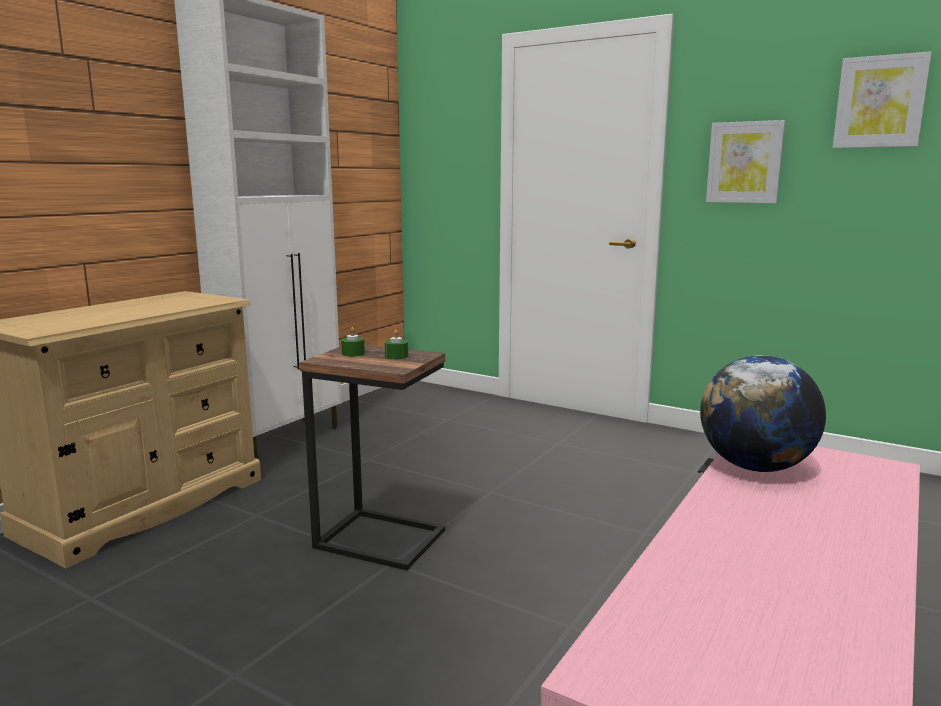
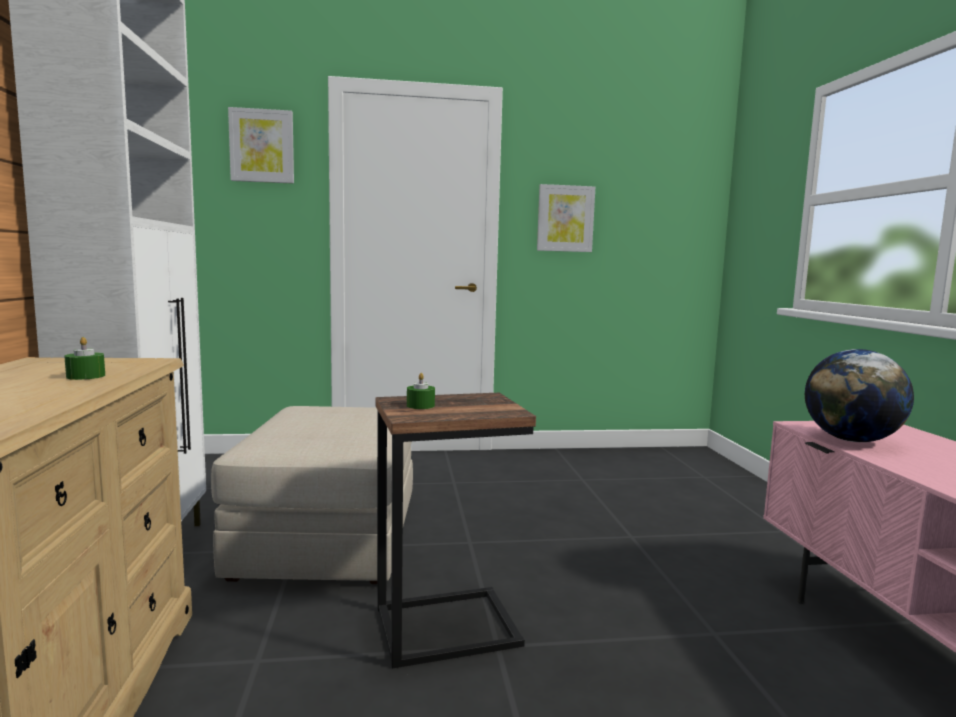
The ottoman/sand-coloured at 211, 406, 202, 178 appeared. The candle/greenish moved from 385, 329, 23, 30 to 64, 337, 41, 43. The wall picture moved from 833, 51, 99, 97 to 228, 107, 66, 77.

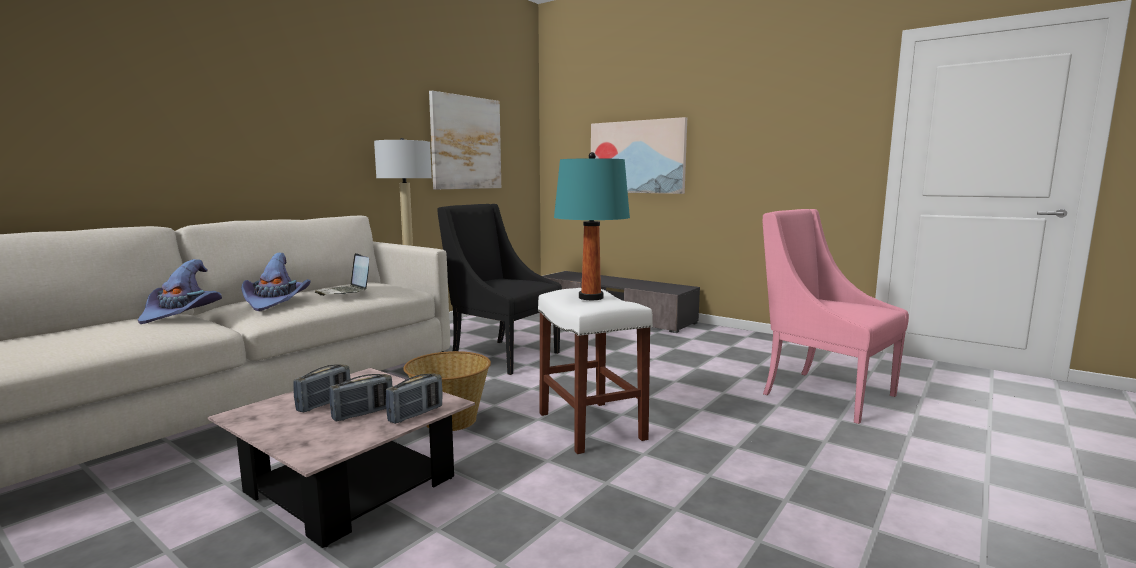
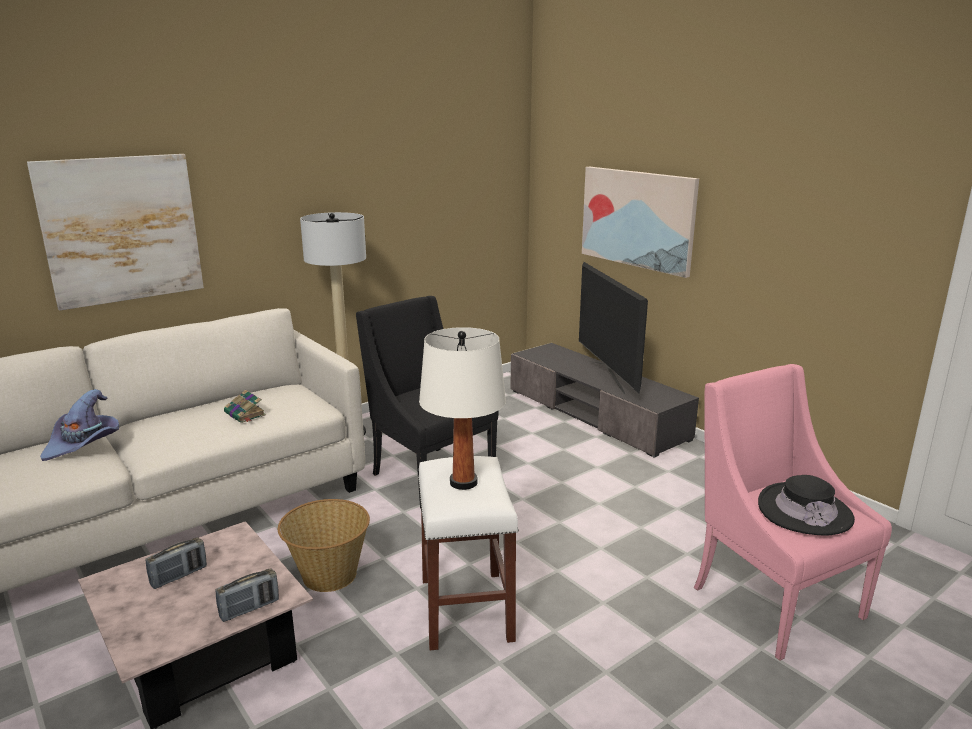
The clothing hat/purple at 241, 253, 70, 58 disappeared. The radio set at 329, 374, 64, 48 disappeared. The television at 579, 262, 69, 132 appeared. The clothing hat/black at 758, 475, 97, 60 appeared. The wall picture moved from 429, 91, 72, 98 to 27, 154, 177, 157. The portable computer at 315, 253, 54, 43 was replaced by the volume at 224, 390, 42, 33. The tabletop lamp/turquoise at 554, 152, 76, 148 became the tabletop lamp/white-coloured at 419, 327, 87, 163.

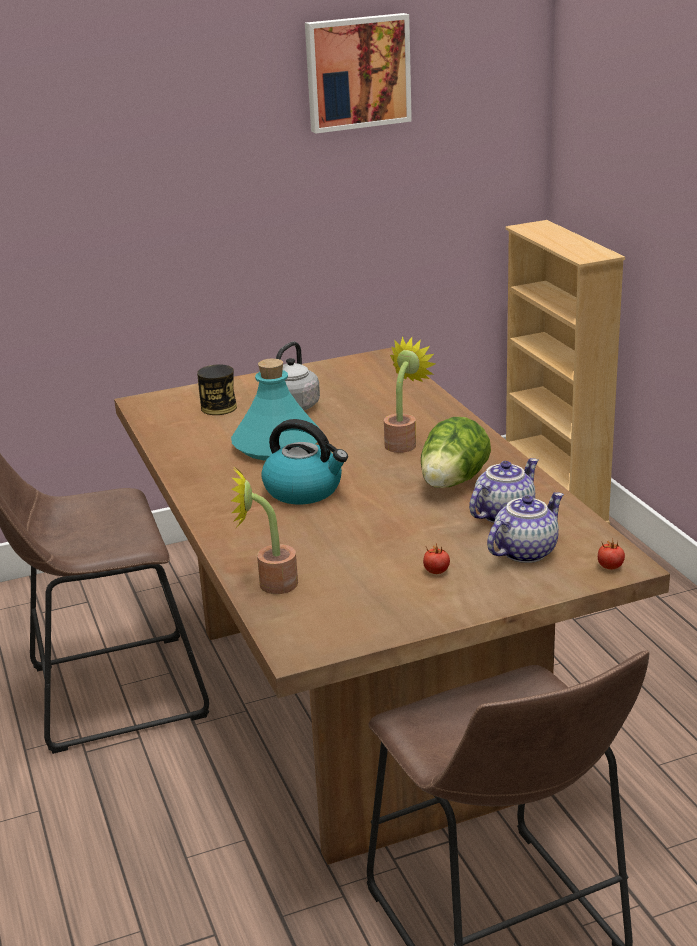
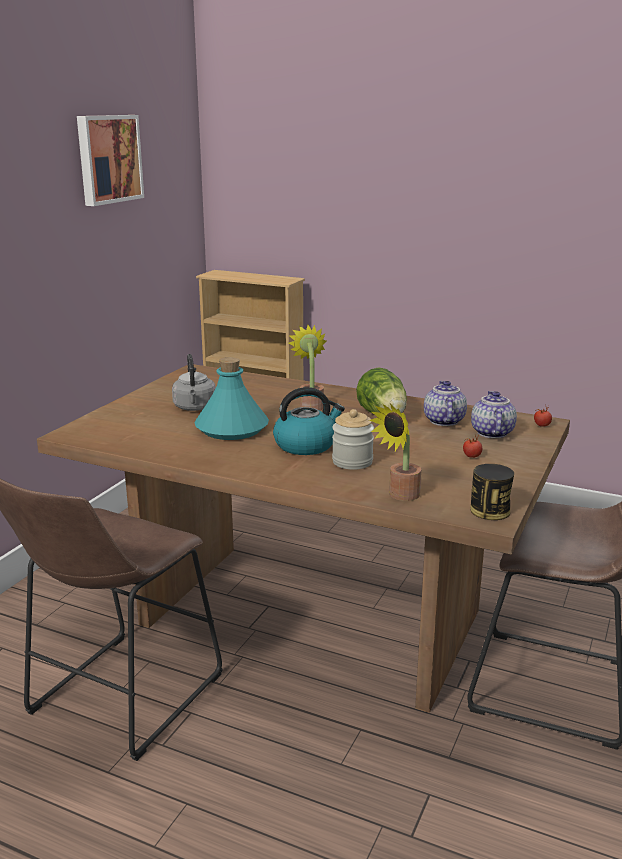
The storage jar at 332, 409, 42, 61 appeared. The can moved from 197, 364, 40, 51 to 471, 464, 43, 56.

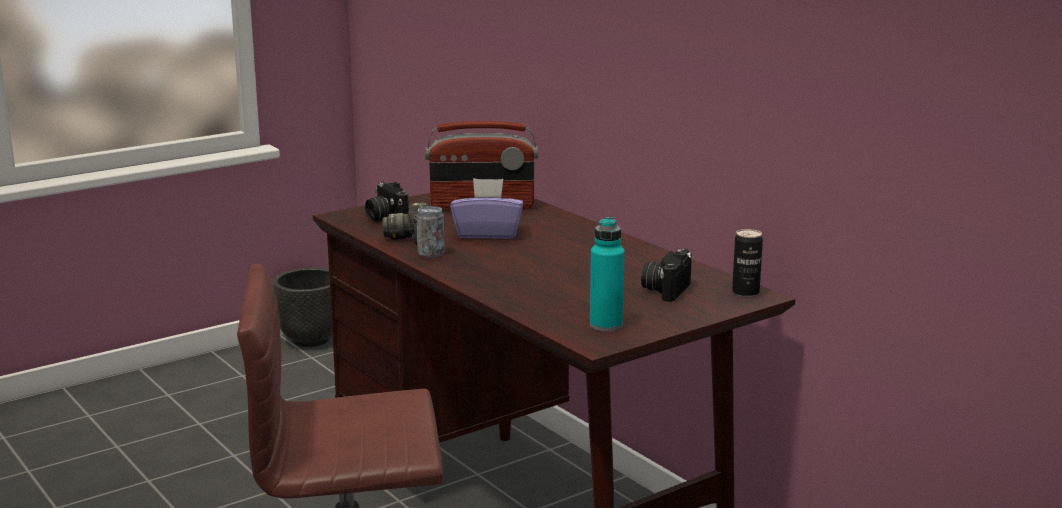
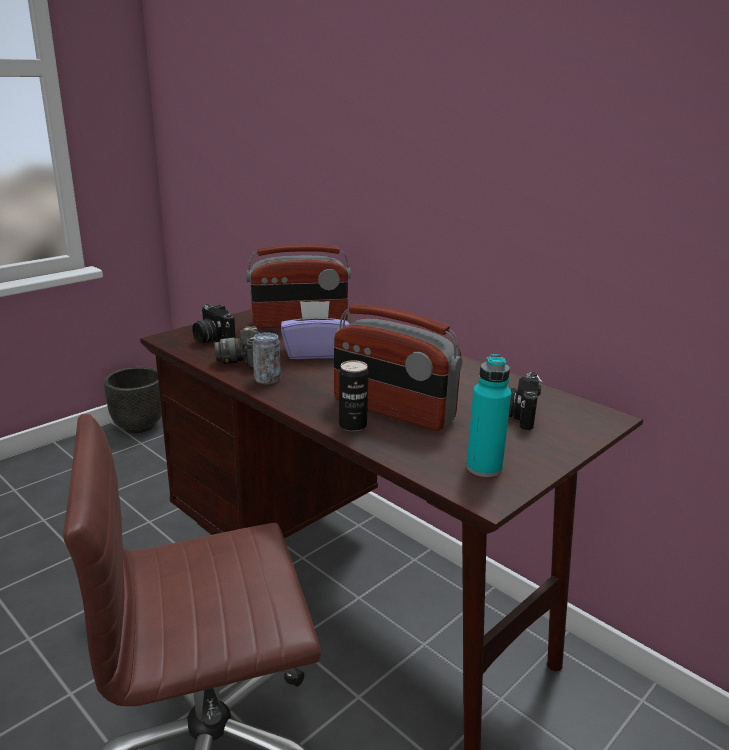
The radio set at 334, 304, 129, 127 appeared. The can moved from 732, 229, 31, 68 to 339, 360, 30, 71.

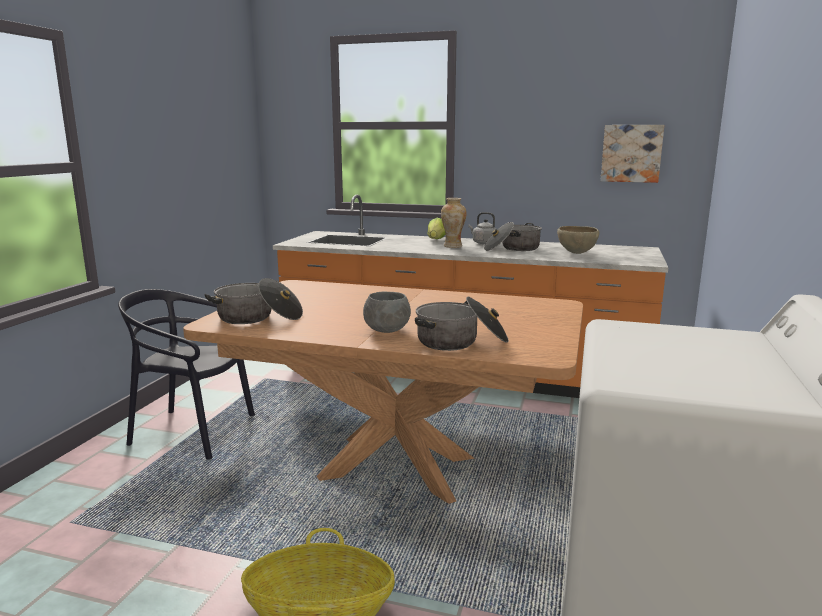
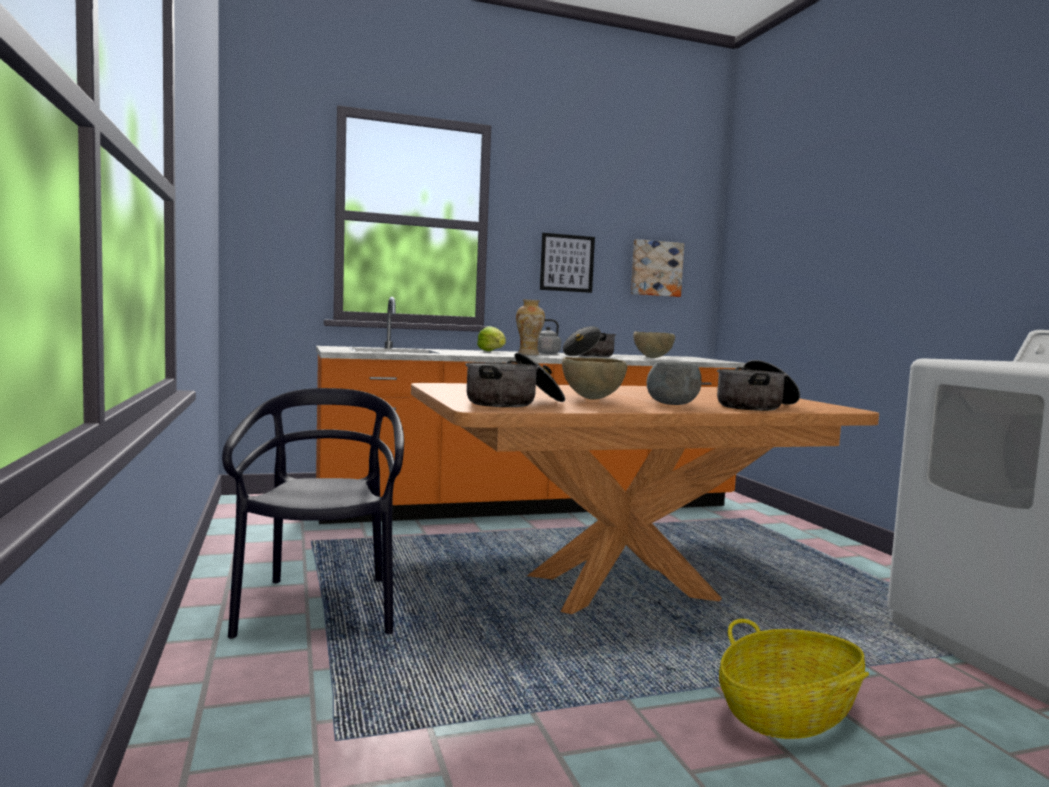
The wall picture at 540, 233, 55, 60 appeared. The bowl/brown at 562, 357, 65, 43 appeared. The upright chair/black at 118, 289, 137, 170 turned 105 degrees clockwise.

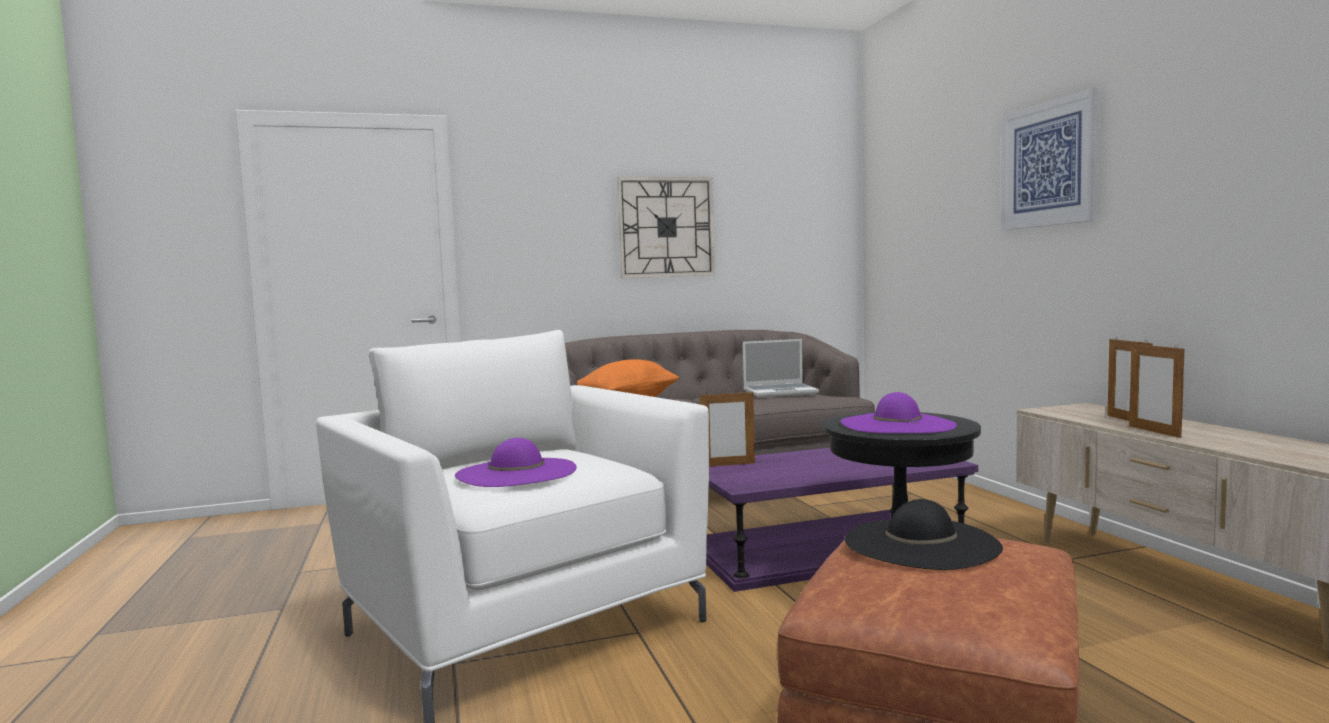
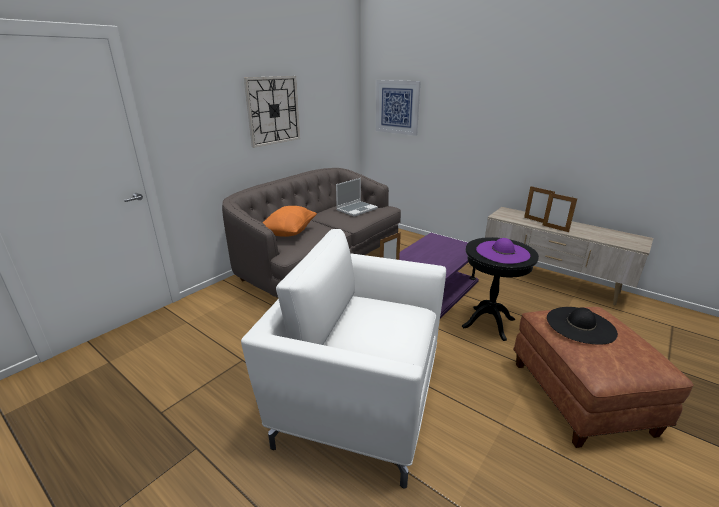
The clothing hat/purple at 455, 438, 122, 49 disappeared. The wall picture moved from 1001, 87, 100, 143 to 376, 80, 45, 56.

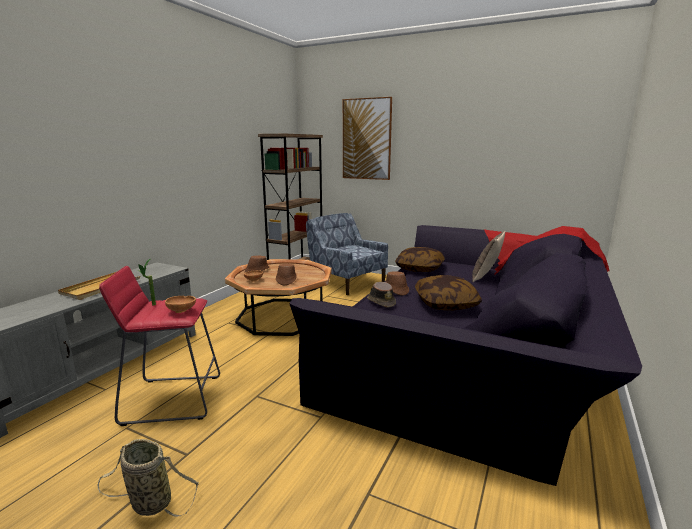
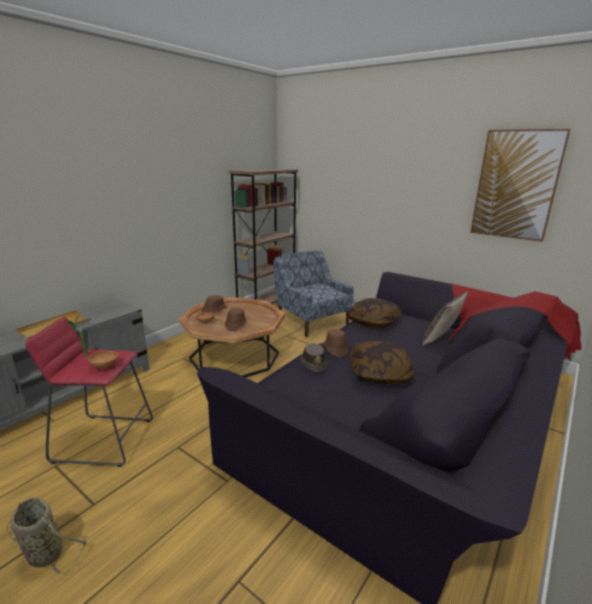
The wall picture moved from 343, 97, 49, 83 to 470, 129, 101, 113.

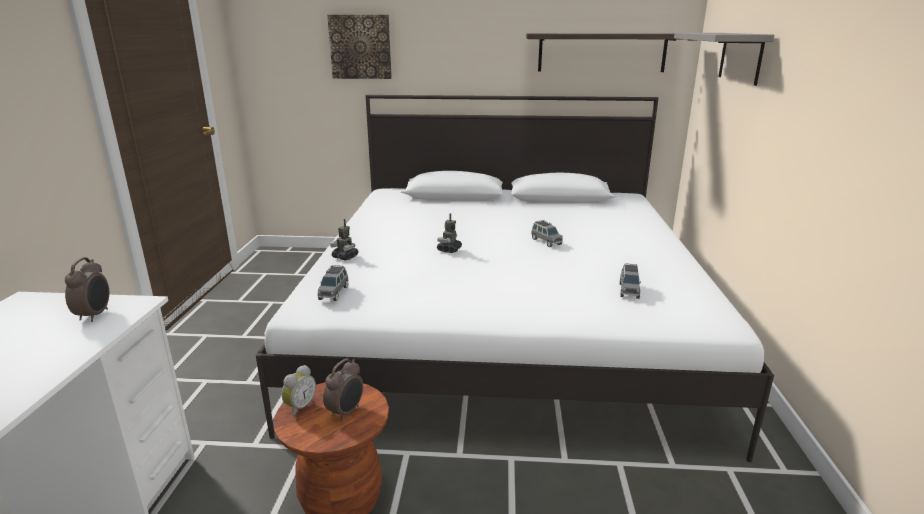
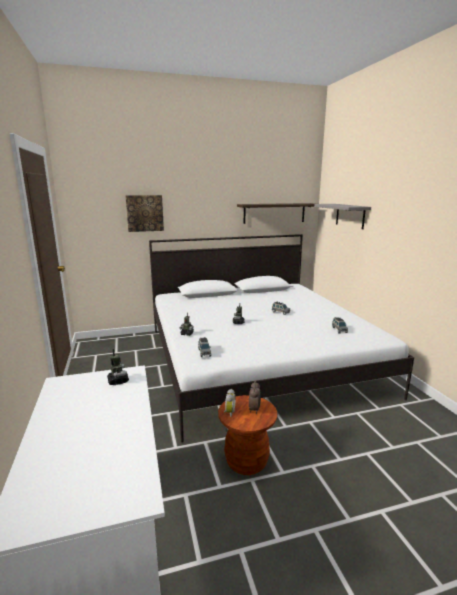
The table clock at 65, 257, 44, 65 was replaced by the model robot at 107, 349, 22, 36.

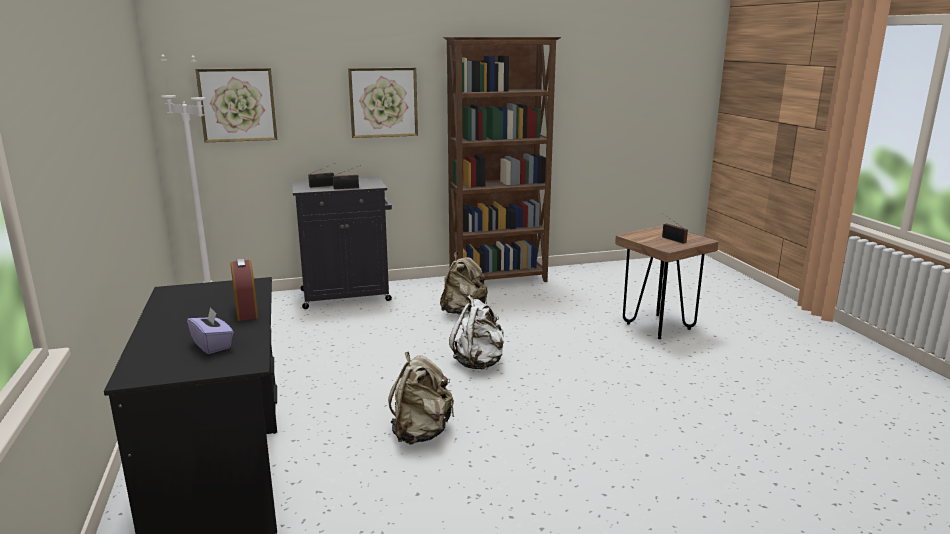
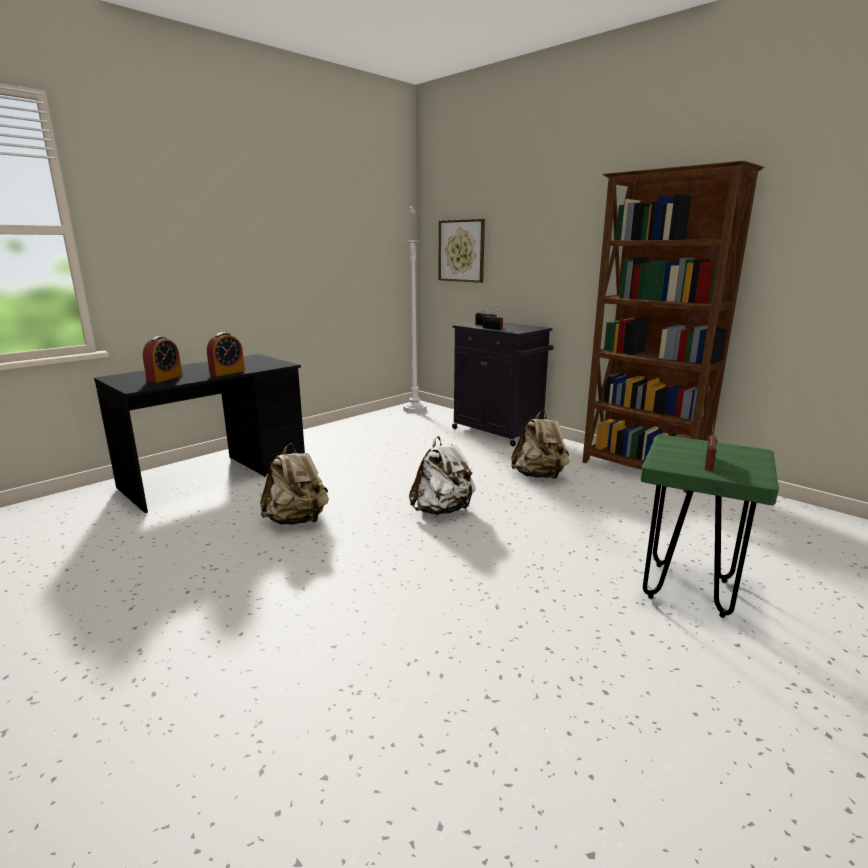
The wall picture at 348, 67, 70, 71 disappeared. The box of tissues/purple at 187, 307, 47, 47 was replaced by the table clock at 143, 336, 39, 47. The stool seat/brown at 615, 225, 104, 114 became the stool seat/greenish at 640, 434, 139, 184.

